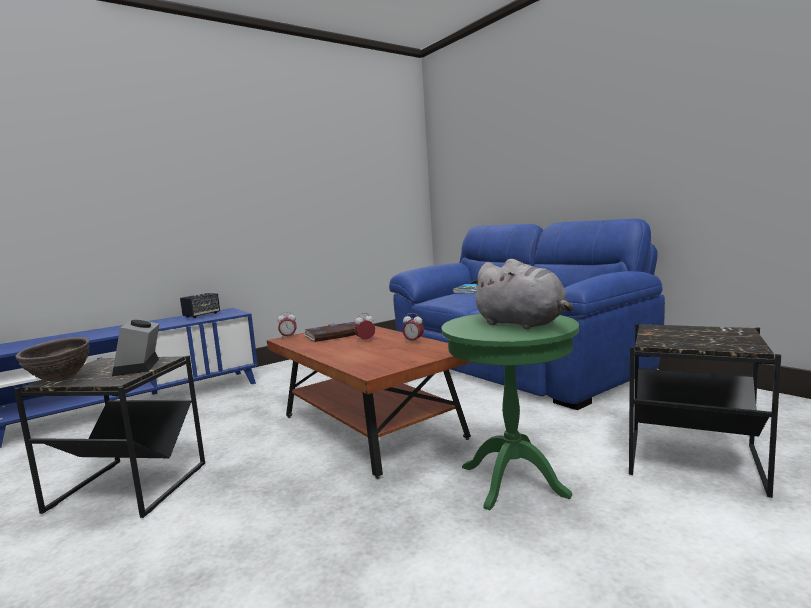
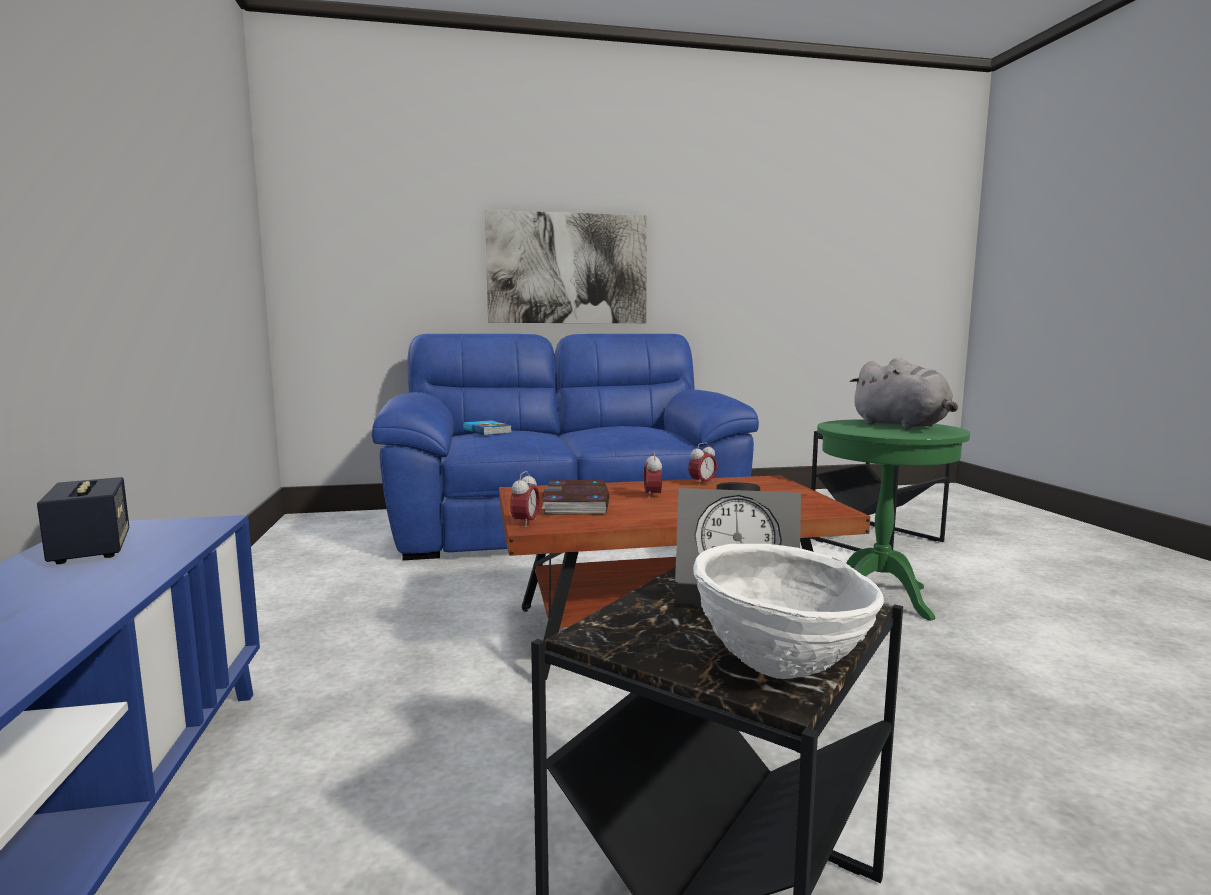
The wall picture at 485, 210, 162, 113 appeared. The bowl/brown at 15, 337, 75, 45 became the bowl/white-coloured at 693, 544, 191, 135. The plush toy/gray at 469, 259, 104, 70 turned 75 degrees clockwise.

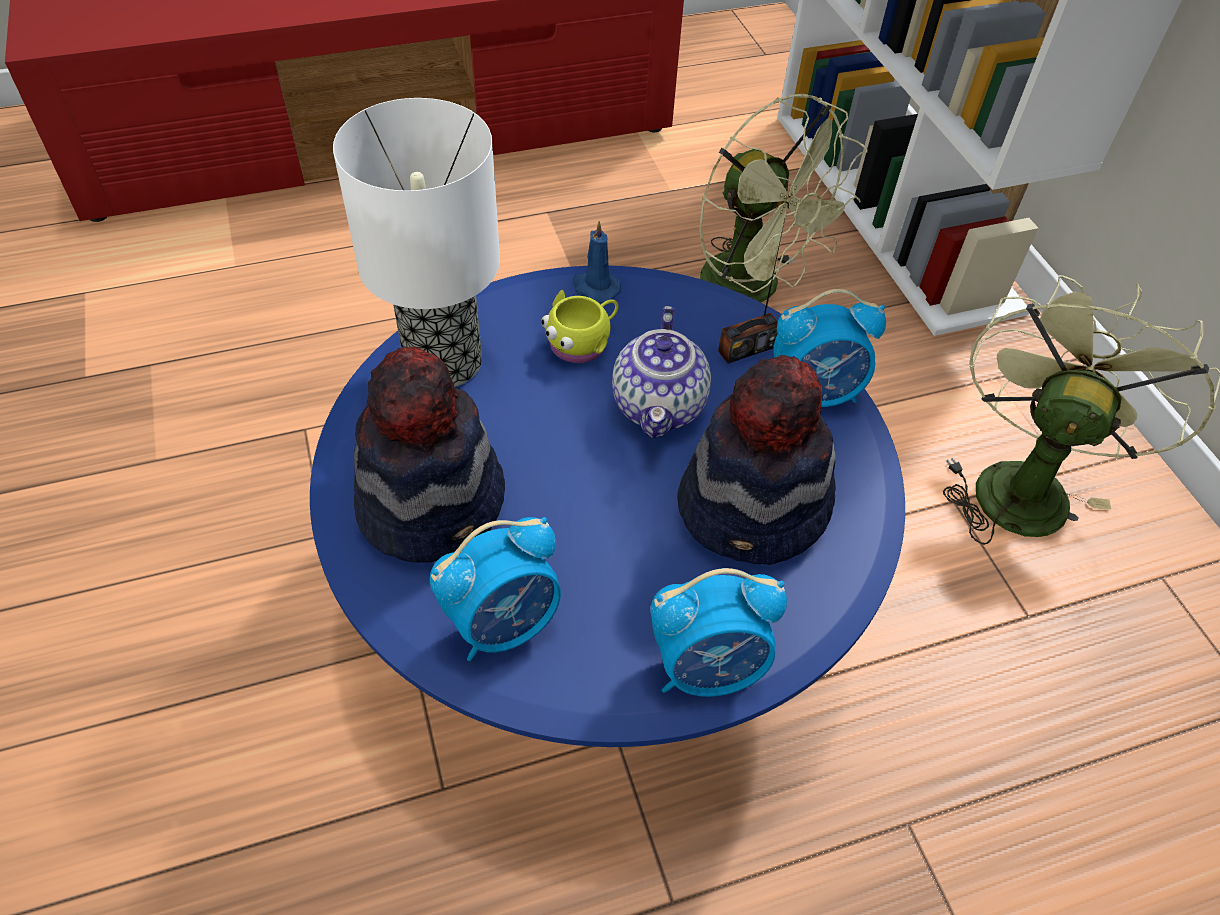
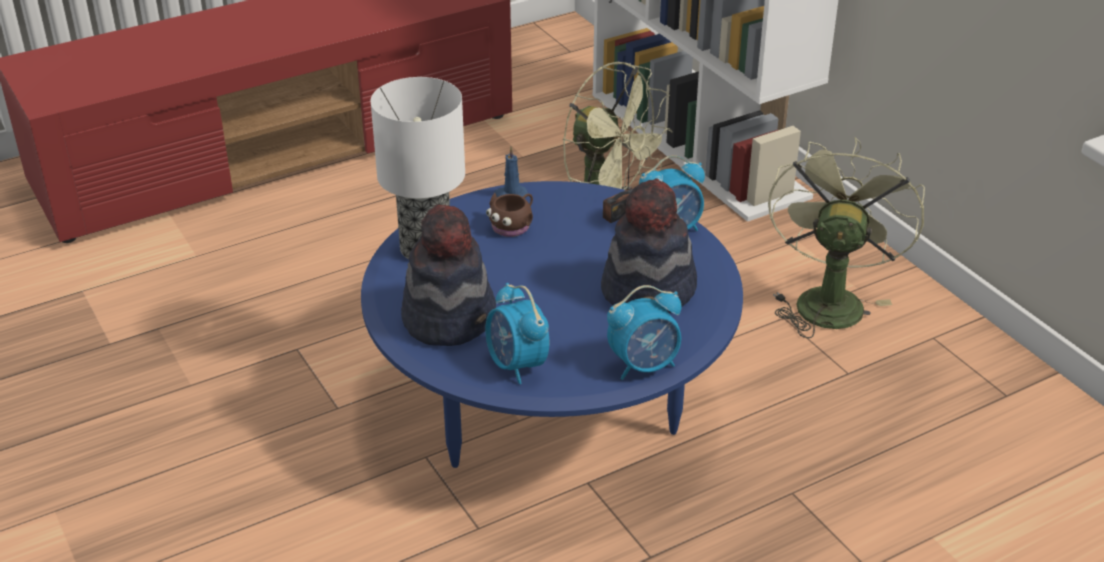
The pot for tea at 612, 306, 99, 132 disappeared. The tea mug/yellowish at 541, 290, 78, 73 became the tea mug/brown at 486, 193, 47, 44. The table clock at 430, 517, 131, 144 turned 105 degrees clockwise.

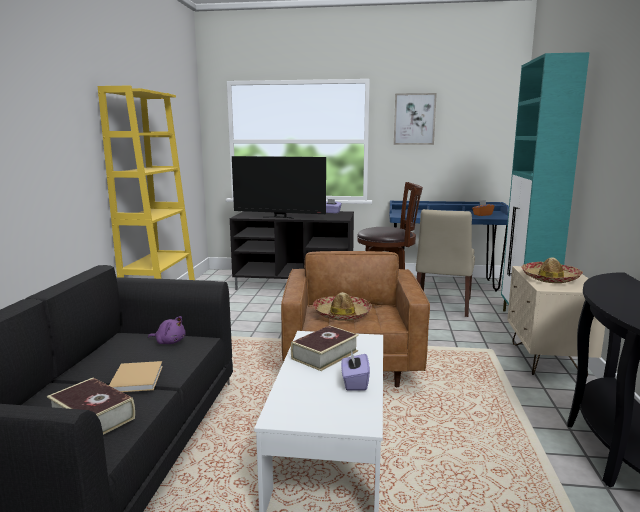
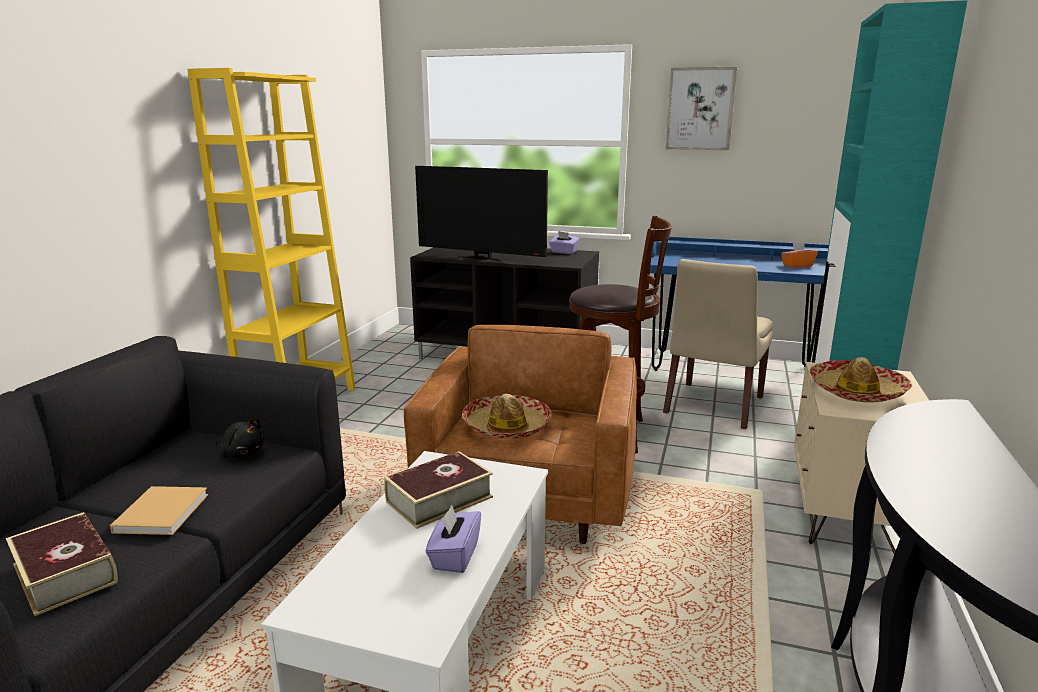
The plush toy/purple at 148, 316, 38, 28 became the plush toy/black at 215, 418, 49, 40.

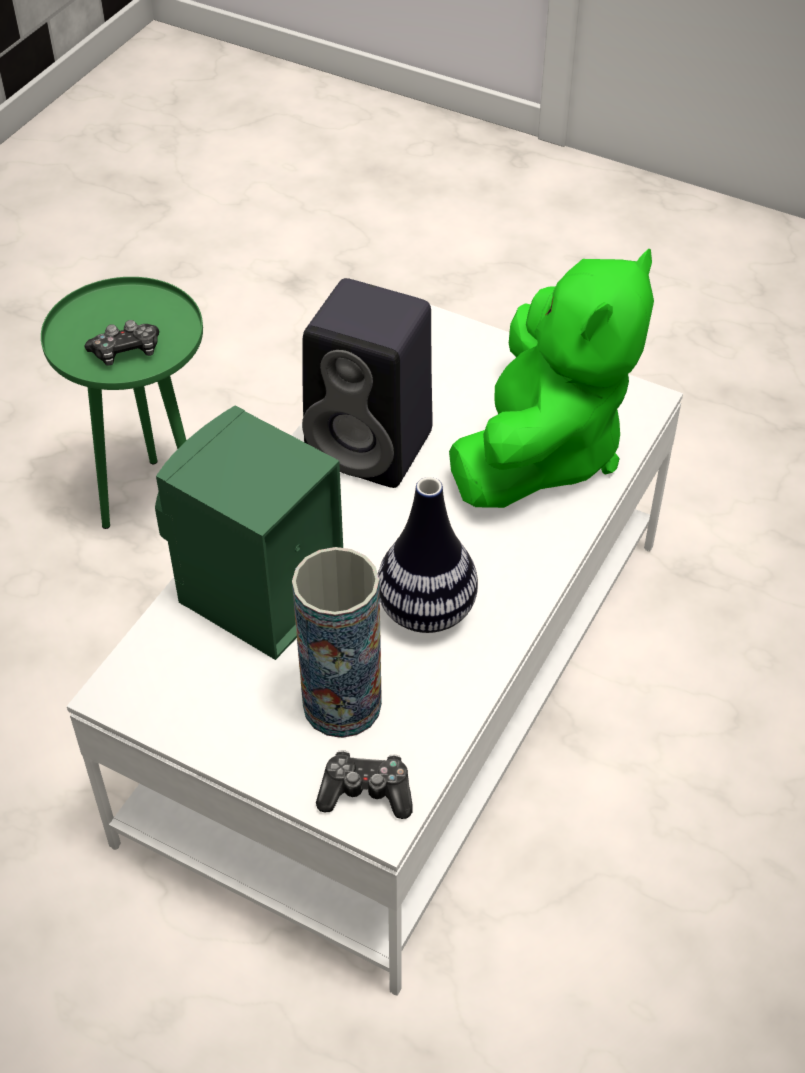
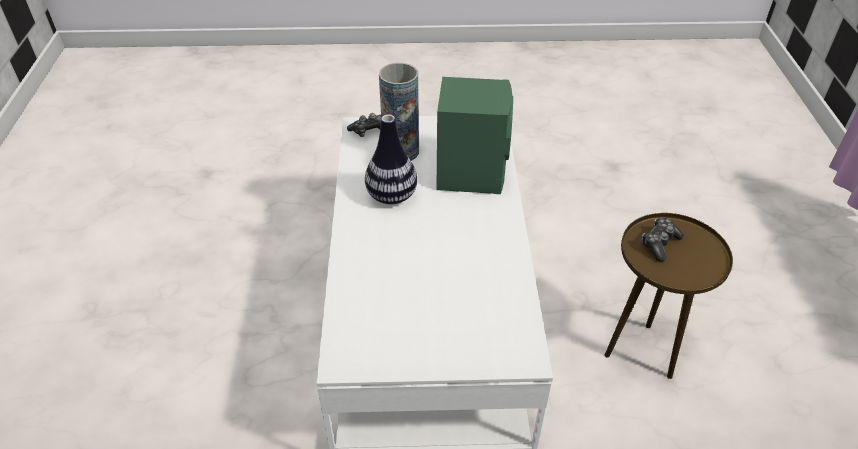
The audio speaker/black at 302, 278, 131, 210 disappeared. The plush toy/greenish at 449, 249, 205, 259 disappeared. The accent table/greenish at 41, 277, 162, 252 became the accent table/brown at 605, 213, 128, 166.

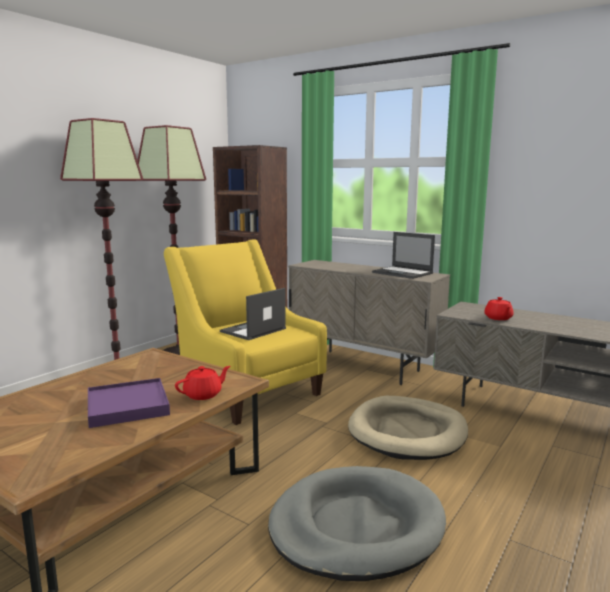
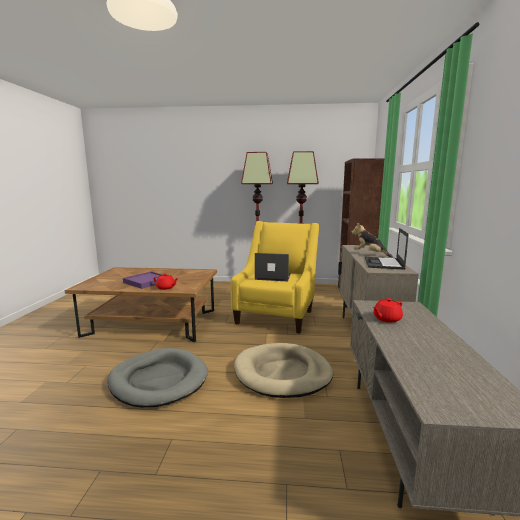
The plush toy at 351, 223, 42, 35 appeared.

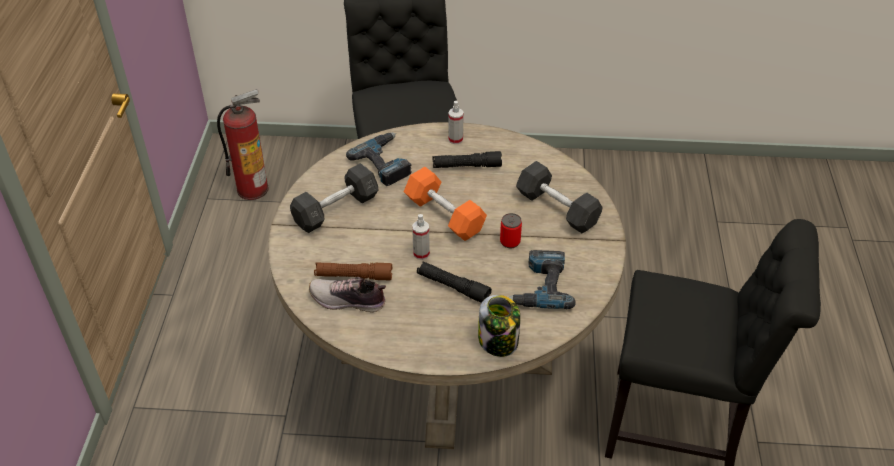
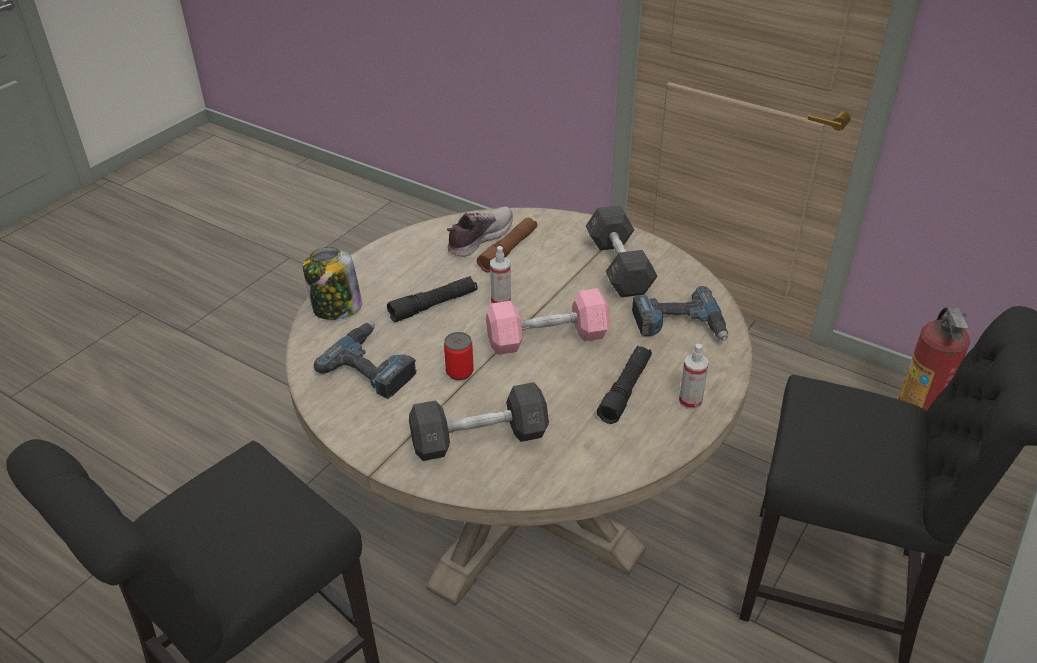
The free weight/orange at 404, 167, 83, 74 became the free weight/pinkish at 486, 288, 124, 67.

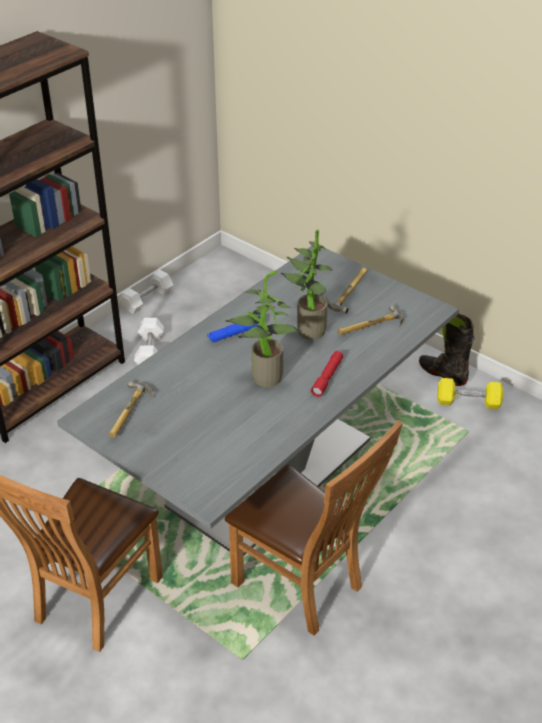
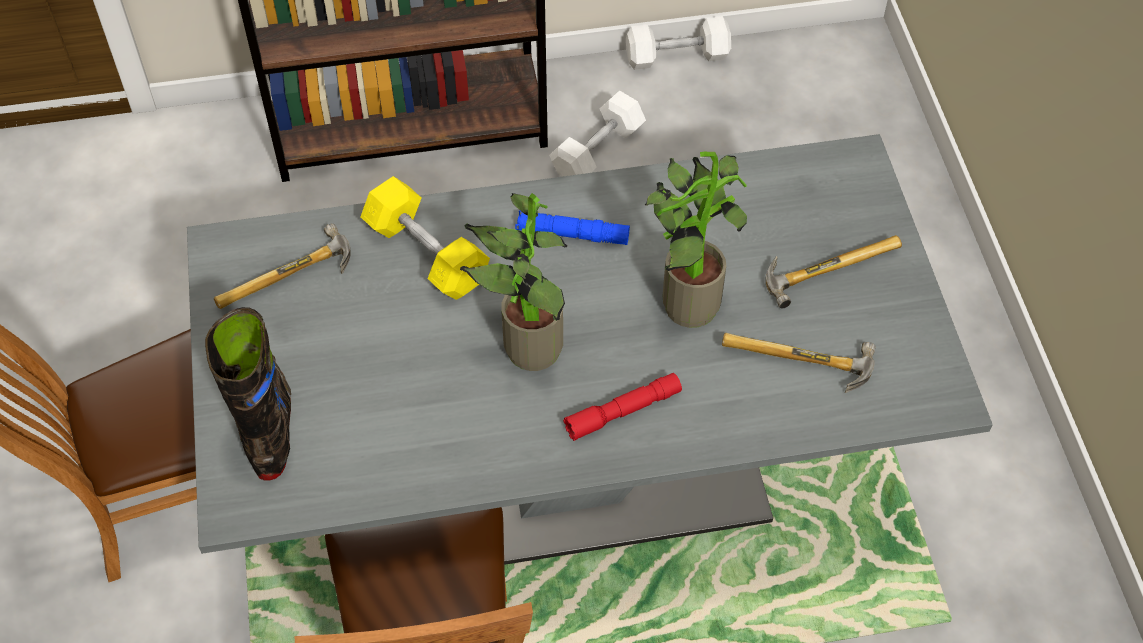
The tall boot/black moved from 419, 313, 56, 73 to 205, 307, 86, 174. The free weight/yellowish moved from 437, 378, 66, 31 to 360, 176, 130, 124.

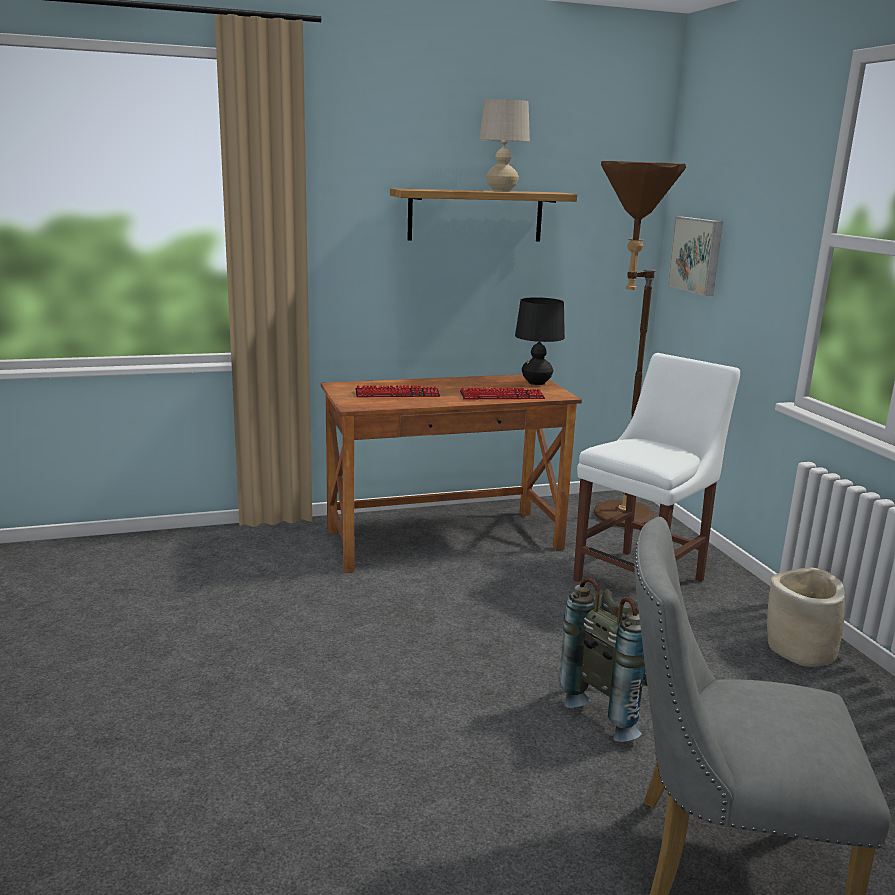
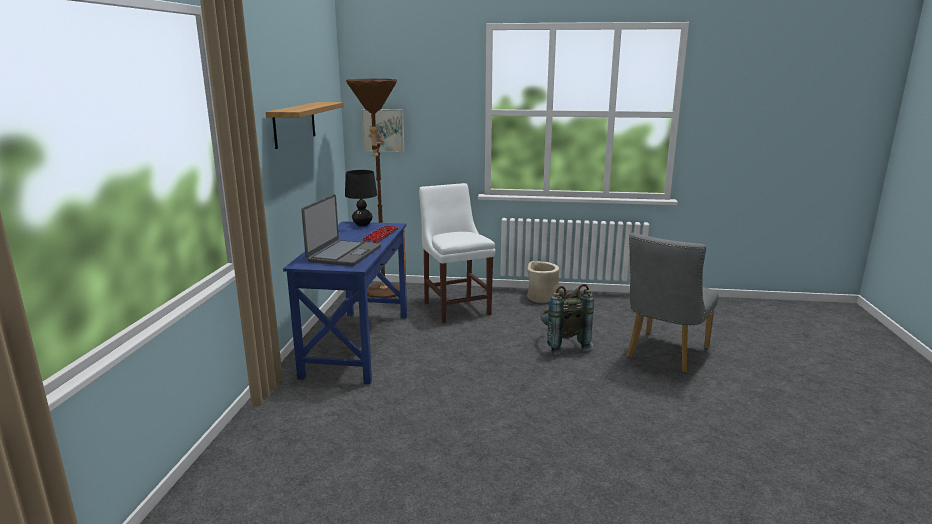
The tabletop lamp/sand-coloured at 479, 99, 51, 93 disappeared. The keyboard at 355, 385, 85, 12 was replaced by the portable computer at 301, 194, 80, 72. The desk/brown at 321, 374, 261, 199 became the desk/bluish at 283, 221, 124, 163.

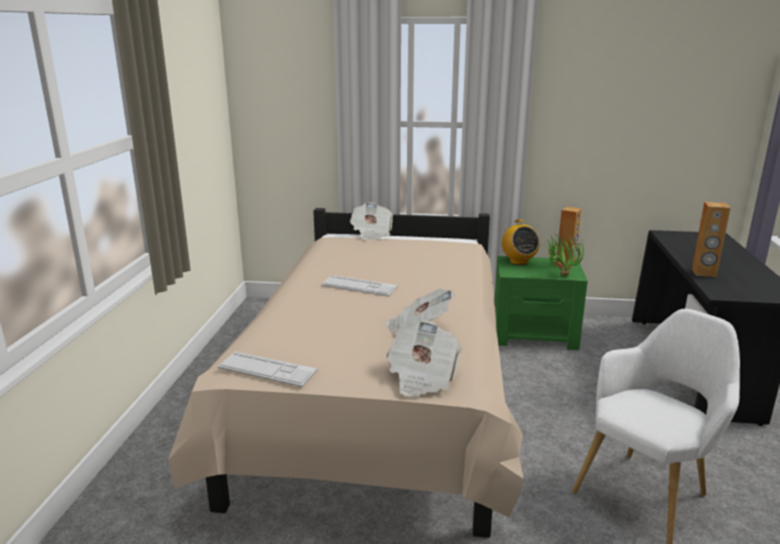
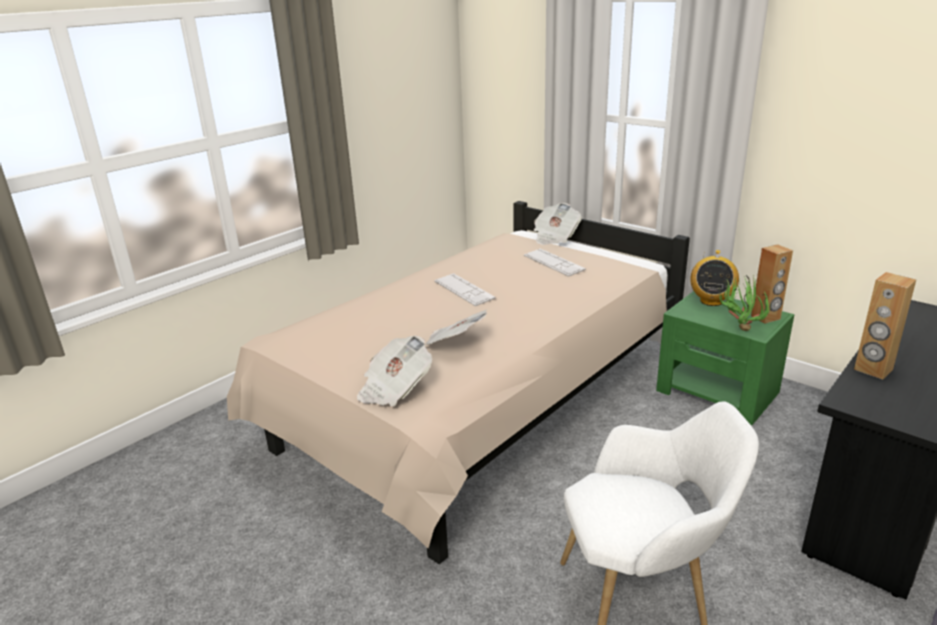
The keyboard moved from 218, 351, 100, 36 to 524, 249, 62, 28.

